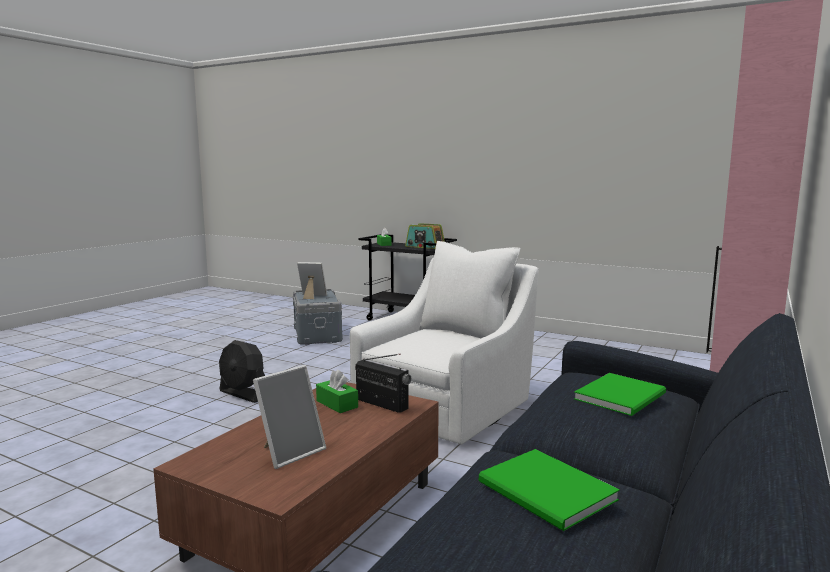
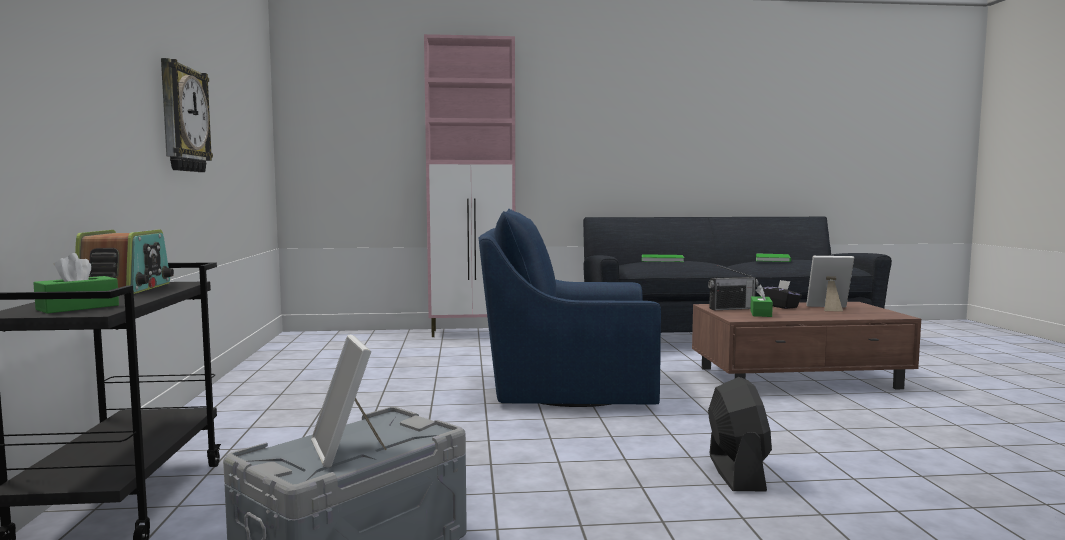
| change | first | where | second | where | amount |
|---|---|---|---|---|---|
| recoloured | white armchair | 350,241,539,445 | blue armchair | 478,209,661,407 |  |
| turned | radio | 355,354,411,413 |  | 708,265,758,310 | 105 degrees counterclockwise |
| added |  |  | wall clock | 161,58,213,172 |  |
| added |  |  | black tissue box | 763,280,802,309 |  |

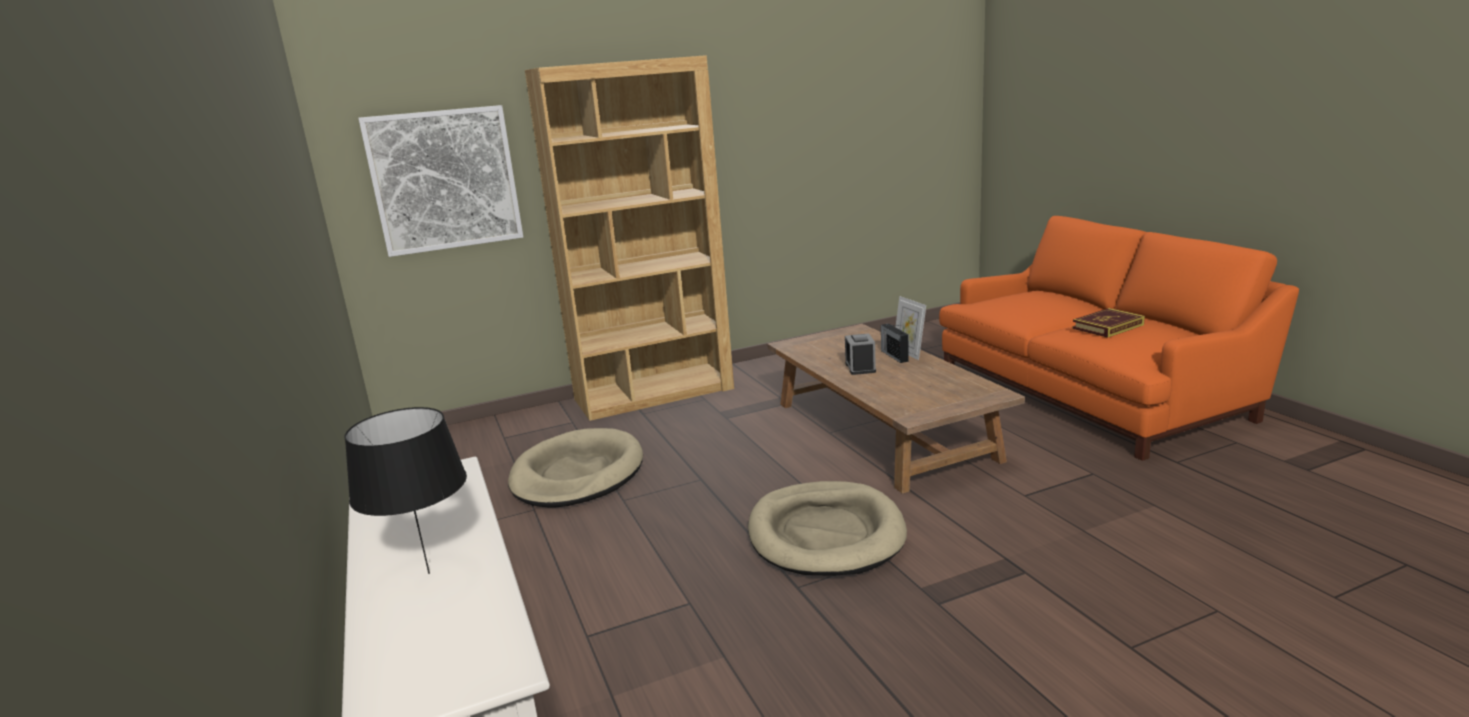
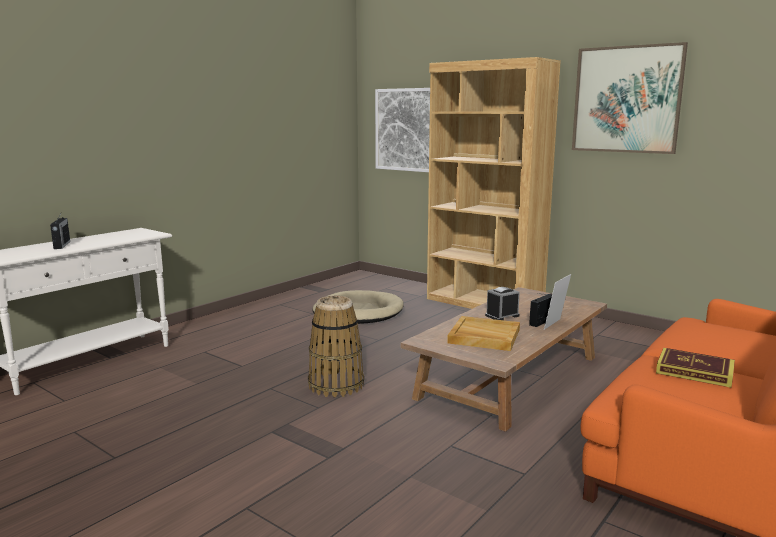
| change | first | where | second | where | amount |
|---|---|---|---|---|---|
| replaced | black table lamp | 344,407,467,574 | radio | 50,214,70,249 |  |
| replaced | beige dog bed | 748,481,907,576 | basket | 308,295,364,398 |  |
| added |  |  | picture | 572,42,688,154 |  |
| added |  |  | beige tray | 447,316,520,351 |  |

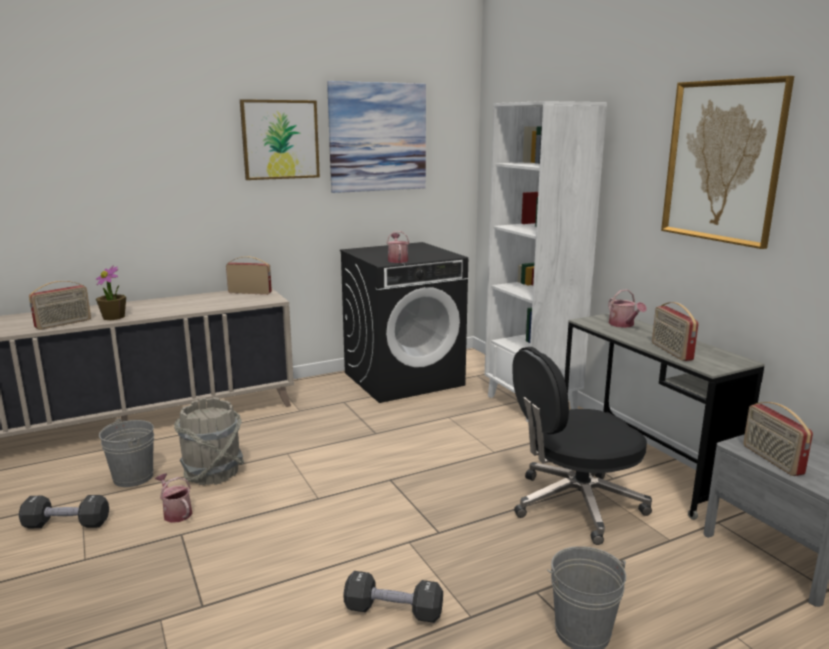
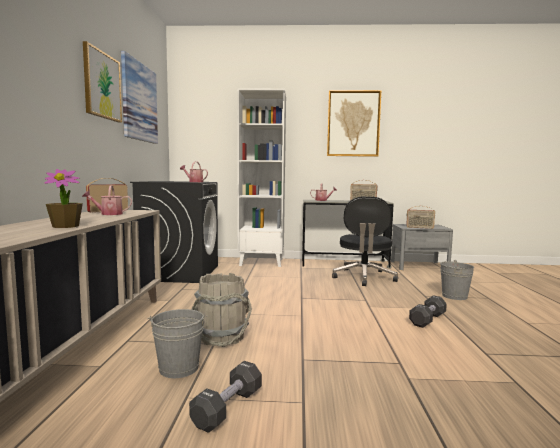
| change | first | where | second | where | amount |
|---|---|---|---|---|---|
| removed | radio | 29,281,91,330 |  |  |  |
| moved | watering can | 155,473,193,523 |  | 82,185,132,215 |  |

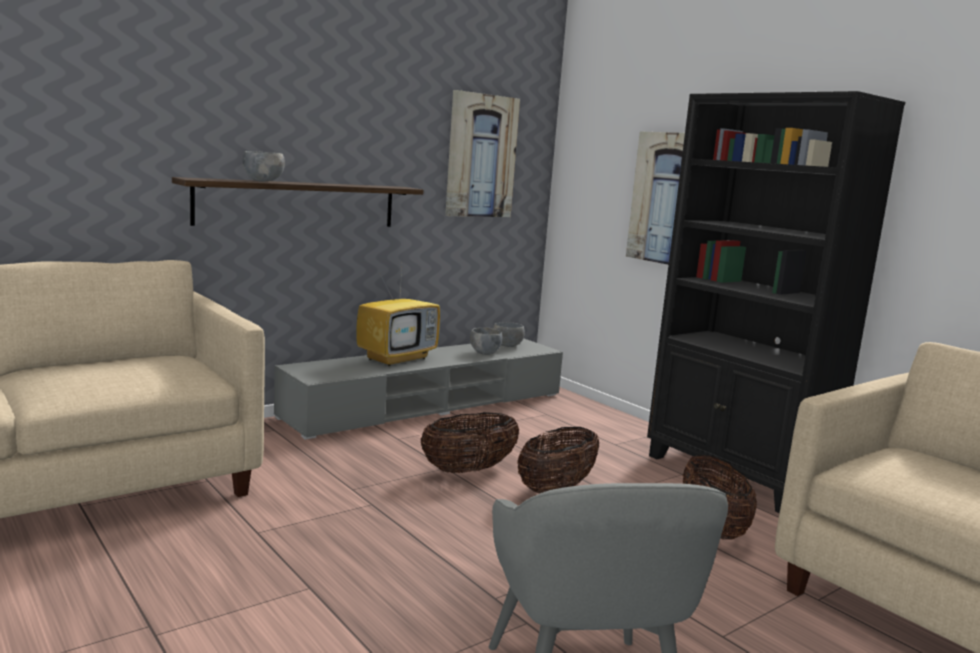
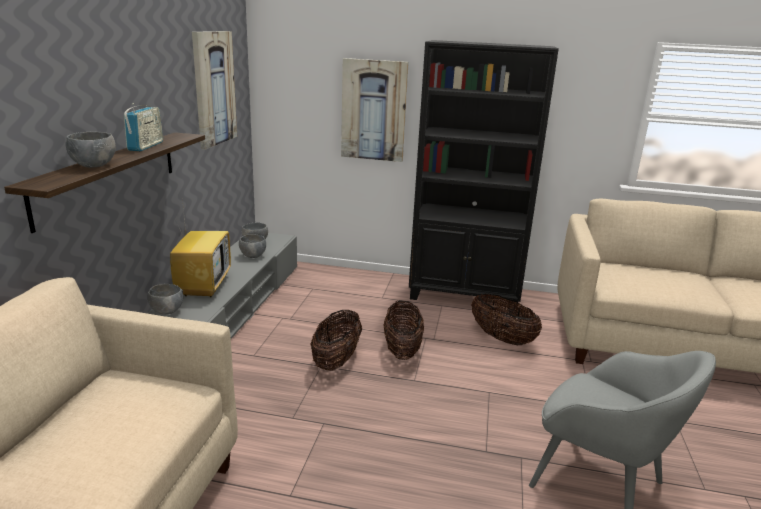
| change | first | where | second | where | amount |
|---|---|---|---|---|---|
| added |  |  | radio | 124,103,163,151 |  |
| added |  |  | grey bowl | 147,284,183,314 |  |

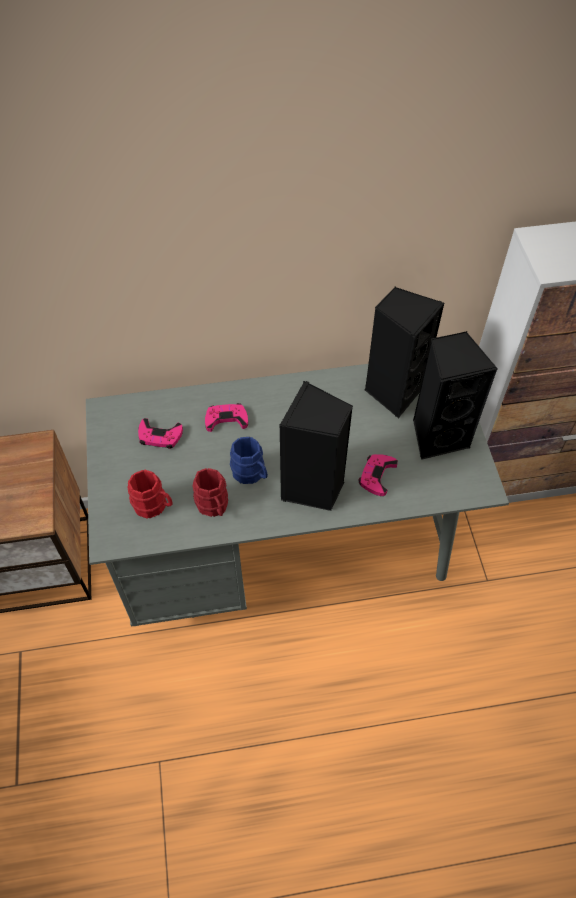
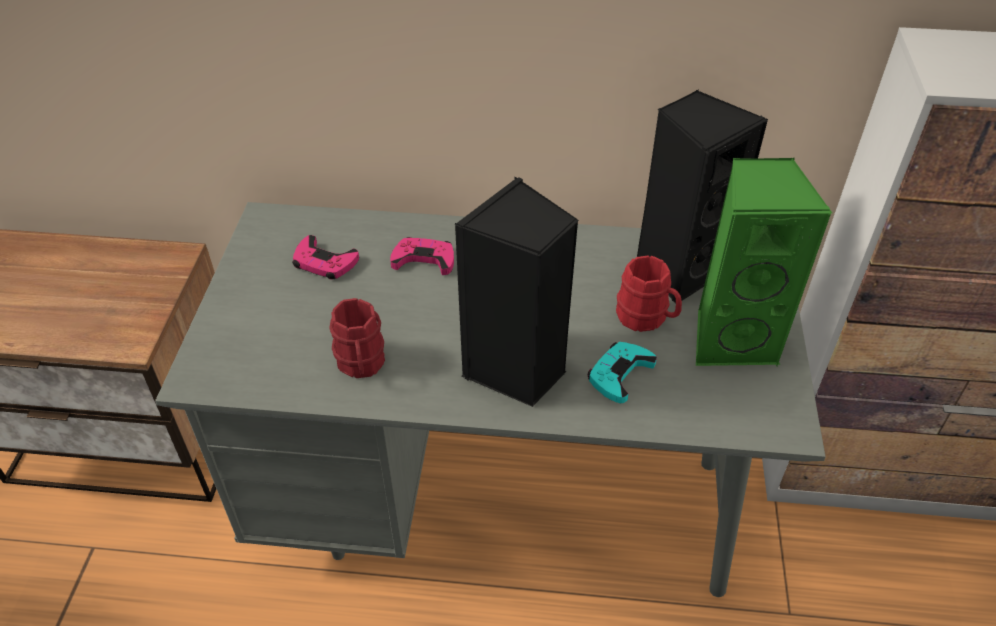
| change | first | where | second | where | amount |
|---|---|---|---|---|---|
| recoloured | black speaker | 413,331,498,460 | green speaker | 696,158,832,366 |  |
| removed | blue mug | 230,437,268,484 |  |  |  |
| recoloured | pink game controller | 359,454,398,496 | turquoise game controller | 588,342,657,403 |  |
| moved | red mug | 128,470,172,519 |  | 616,255,682,332 |  |

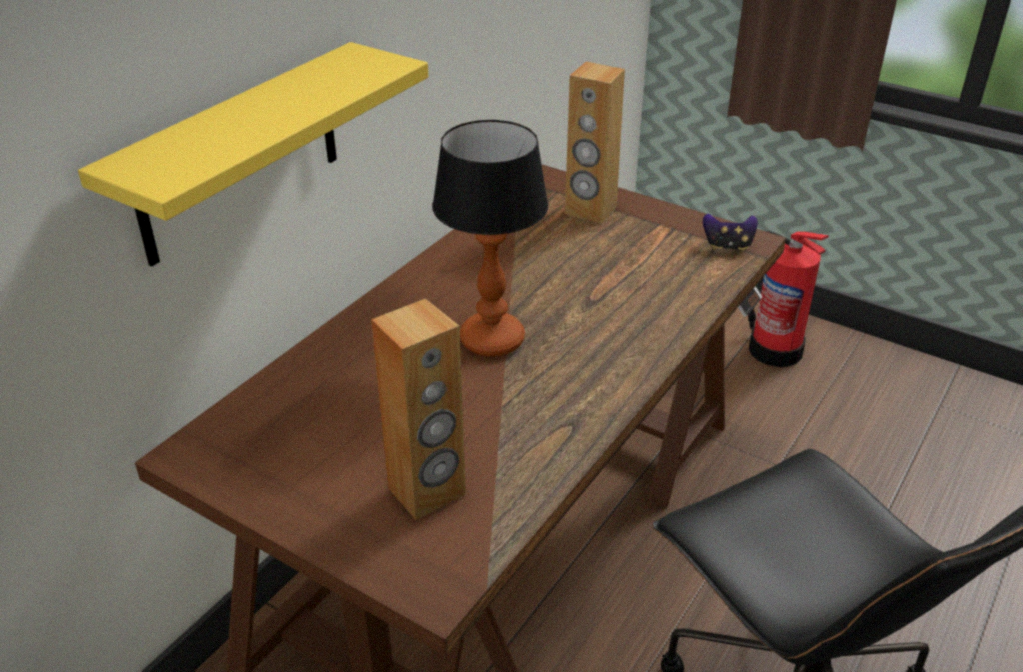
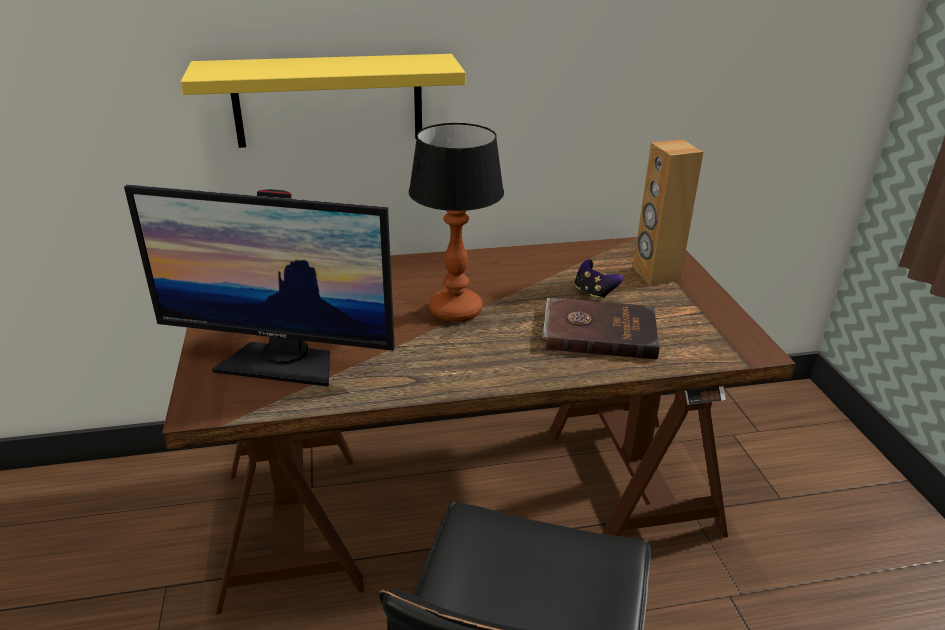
| change | first | where | second | where | amount |
|---|---|---|---|---|---|
| moved | game controller | 703,214,758,251 |  | 575,259,623,301 |  |
| removed | fire extinguisher | 748,231,829,367 |  |  |  |
| replaced | brown speaker | 371,299,466,520 | monitor | 124,185,395,387 |  |
| added |  |  | brown book | 542,298,660,360 |  |

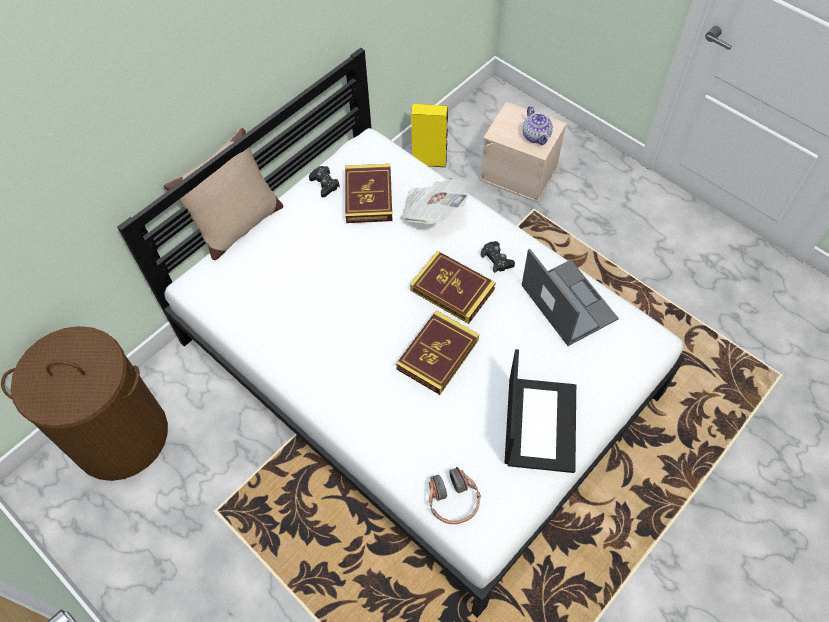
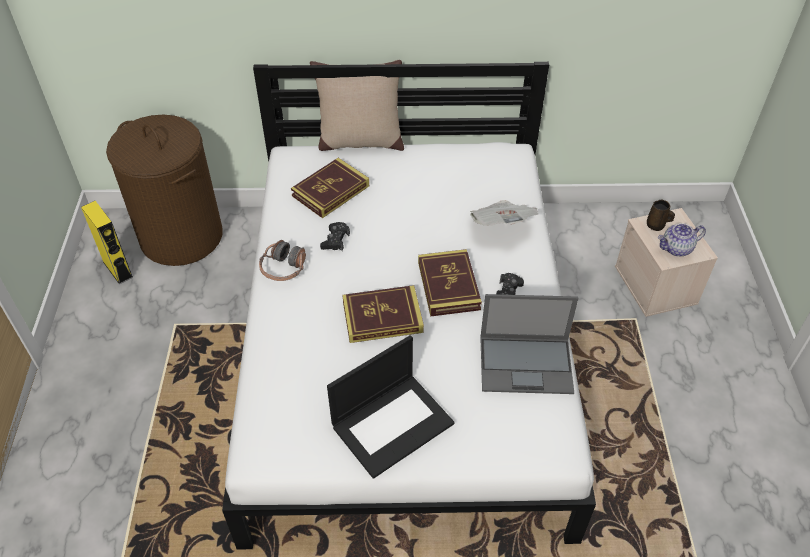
| change | first | where | second | where | amount |
|---|---|---|---|---|---|
| moved | yellow speaker | 411,104,448,167 |  | 81,201,133,284 |  |
| turned | teapot | 523,106,553,145 |  | 658,223,706,257 | 45 degrees clockwise |
| moved | book | 345,164,393,223 |  | 291,158,369,218 |  |
| moved | black game controller | 309,166,340,198 |  | 320,222,350,251 |  |
| turned | laptop | 522,249,619,346 |  | 480,294,578,394 | 75 degrees clockwise |
| moved | headphones | 429,467,481,524 |  | 259,240,306,281 |  |
| added |  |  | brown mug | 647,199,675,231 |  |

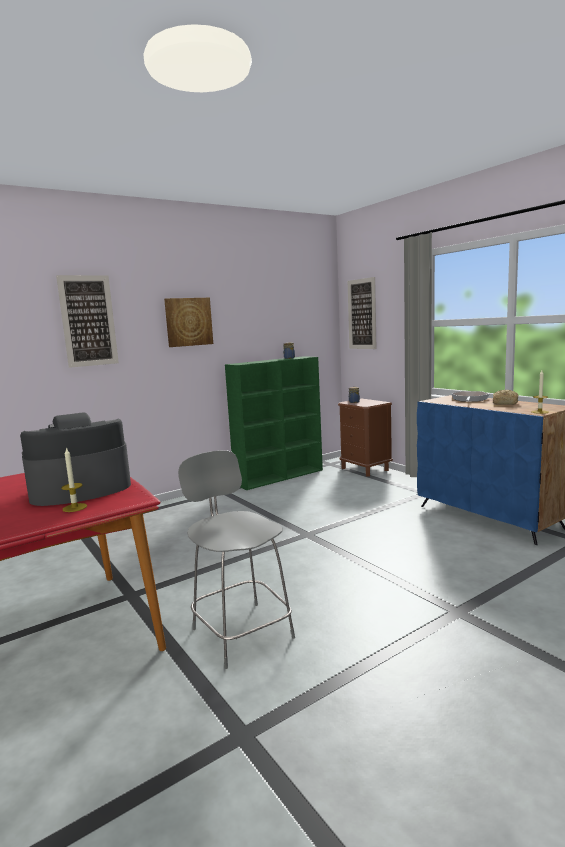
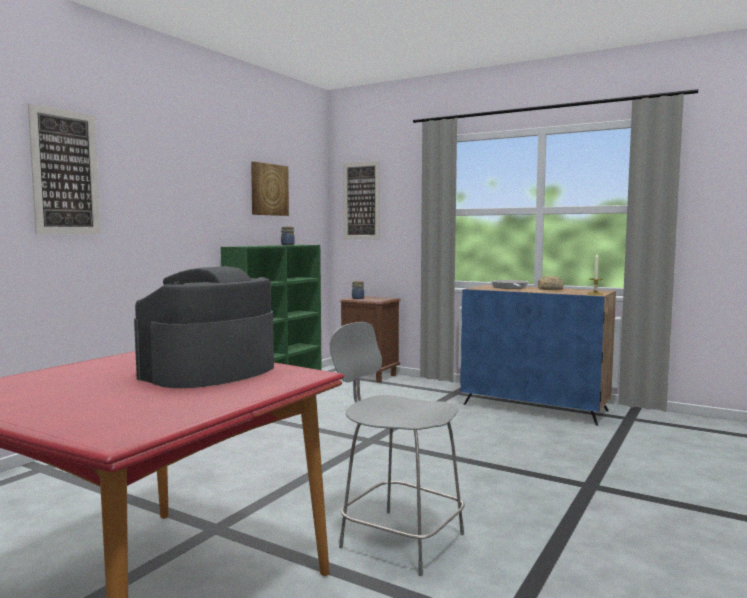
| change | first | where | second | where | amount |
|---|---|---|---|---|---|
| moved | picture | 164,298,213,347 |  | 251,162,289,216 |  |
| removed | candle | 61,447,87,512 |  |  |  |

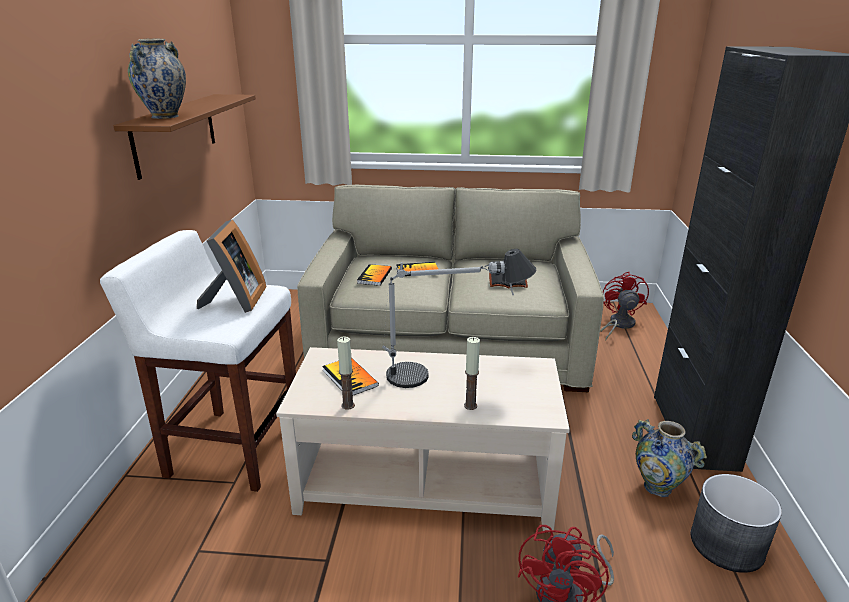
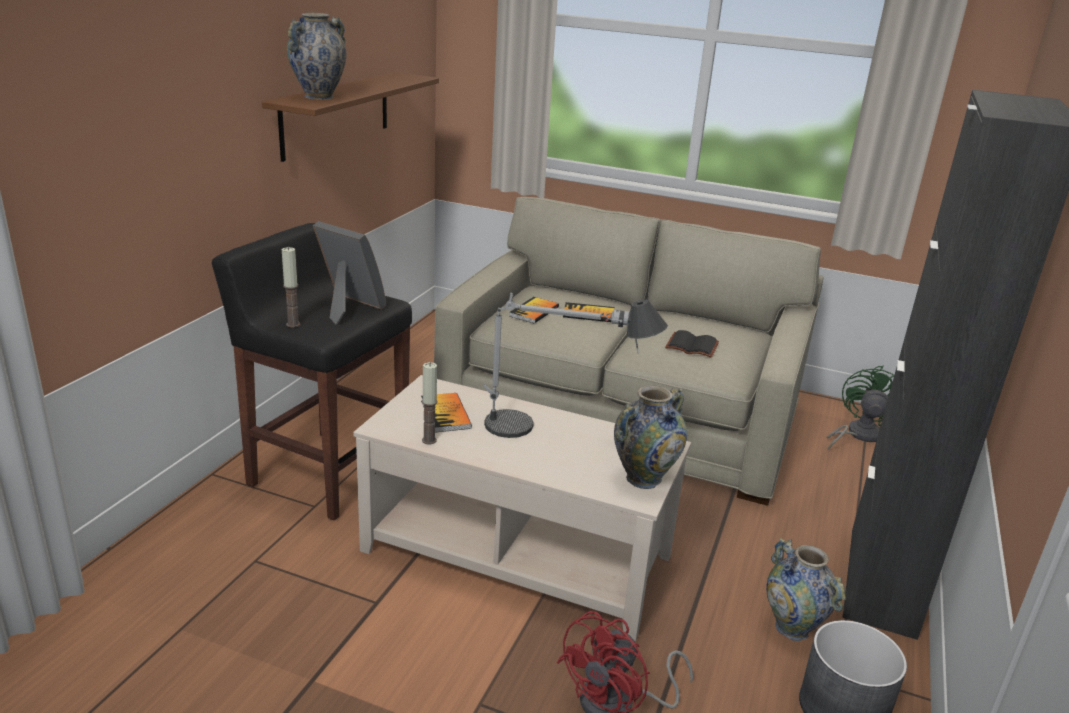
| change | first | where | second | where | amount |
|---|---|---|---|---|---|
| turned | picture frame | 197,219,267,313 |  | 313,221,386,324 | 75 degrees counterclockwise |
| recoloured | white stool | 100,230,296,492 | black stool | 212,223,412,521 |  |
| recoloured | red fan | 600,272,649,341 | green fan | 826,366,894,450 |  |
| moved | candle | 464,337,480,410 |  | 282,247,301,328 |  |
| added |  |  | vase | 614,385,687,489 |  |

